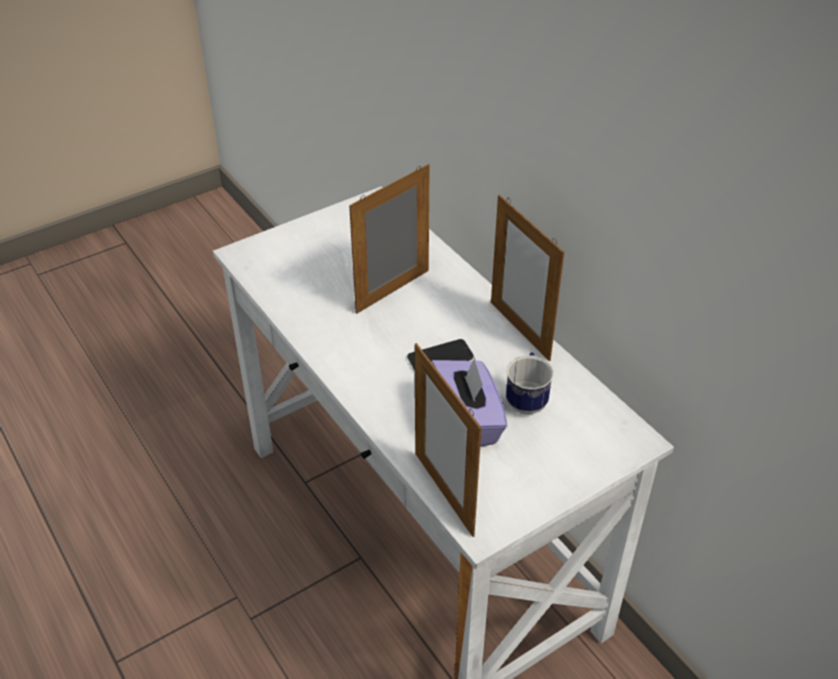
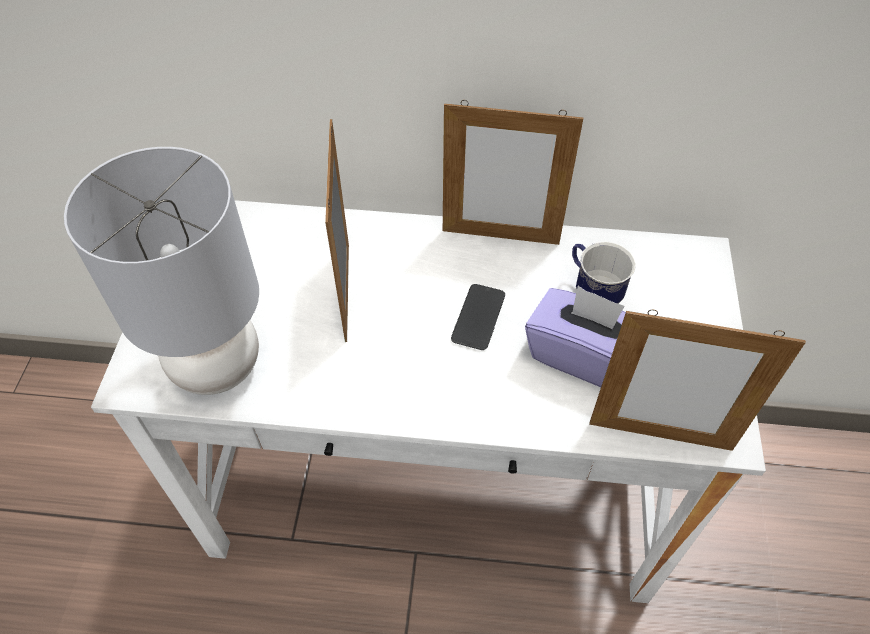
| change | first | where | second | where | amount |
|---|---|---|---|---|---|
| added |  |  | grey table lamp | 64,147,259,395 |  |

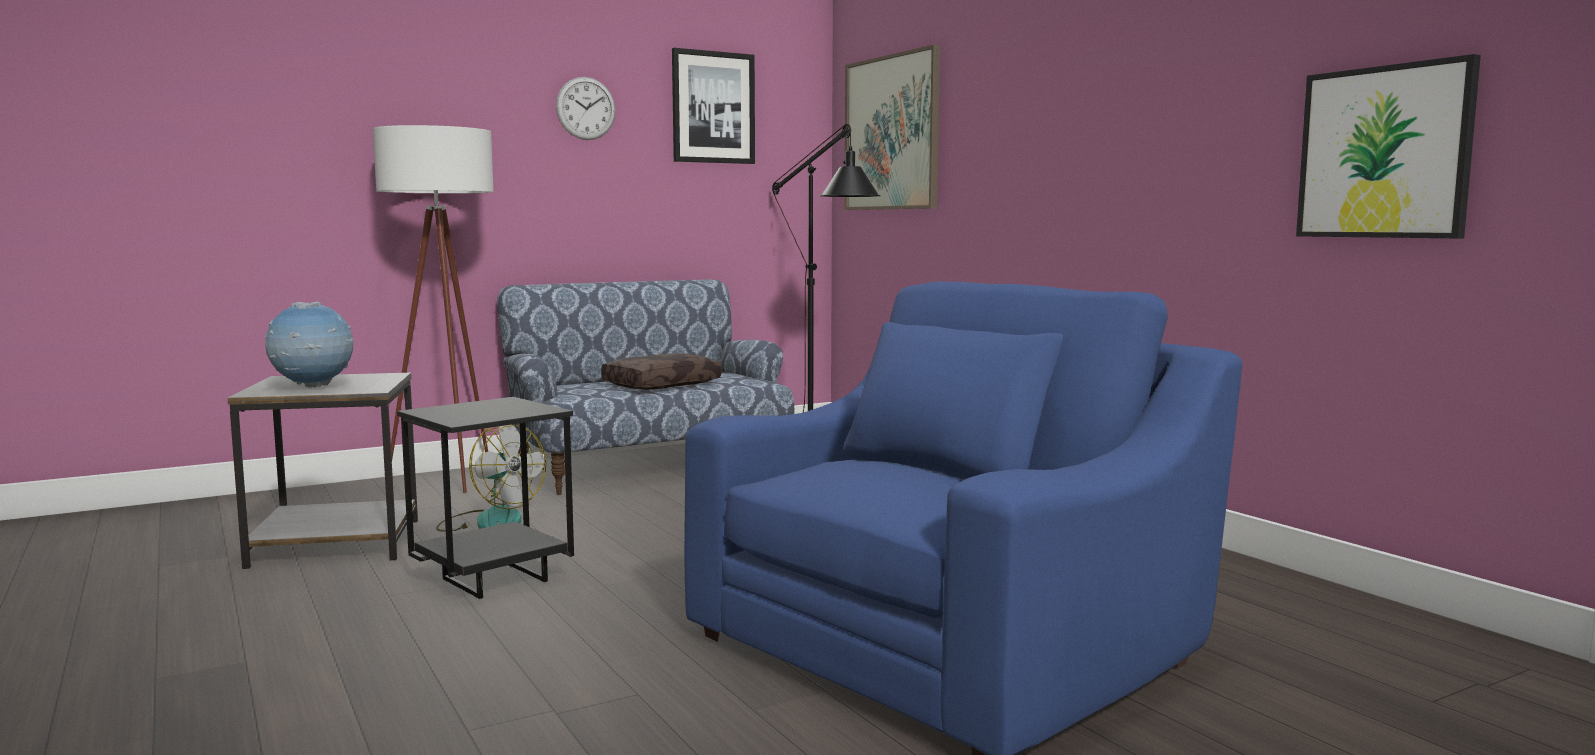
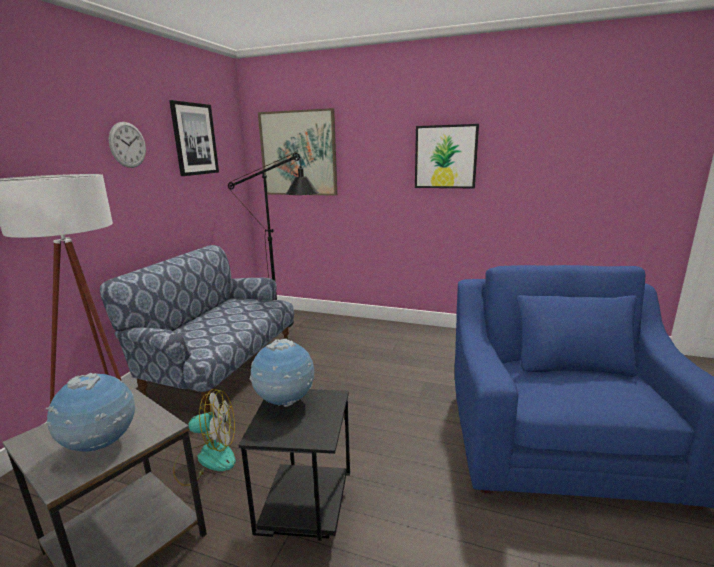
| change | first | where | second | where | amount |
|---|---|---|---|---|---|
| moved | picture | 1296,54,1481,238 |  | 415,124,479,188 |  |
| removed | brown pillow | 601,353,722,390 |  |  |  |
| added |  |  | globe | 250,339,314,407 |  |

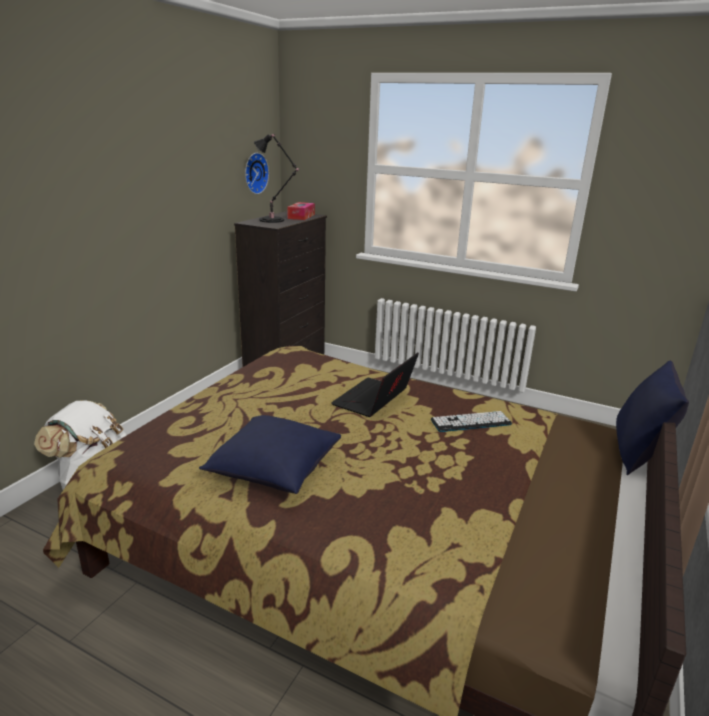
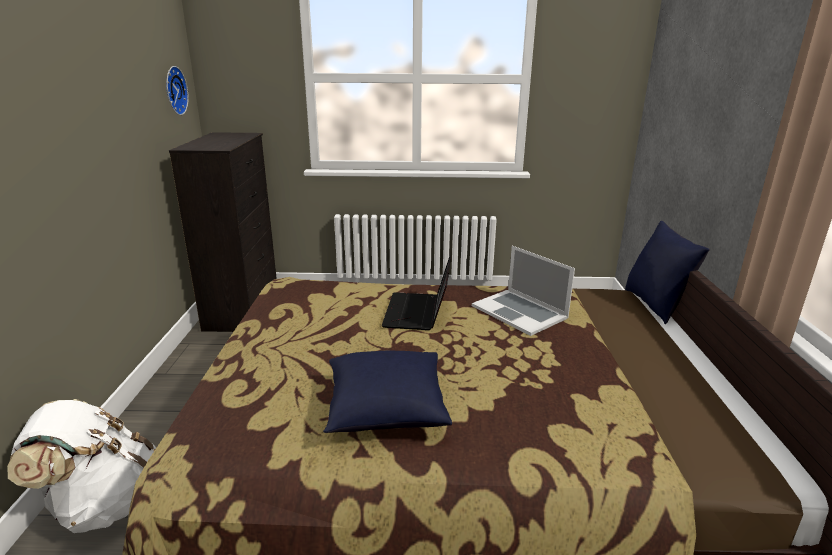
| change | first | where | second | where | amount |
|---|---|---|---|---|---|
| removed | black table lamp | 254,134,300,223 |  |  |  |
| removed | tissue box | 287,202,315,220 |  |  |  |
| replaced | keyboard | 431,411,512,432 | laptop | 472,246,575,336 |  |

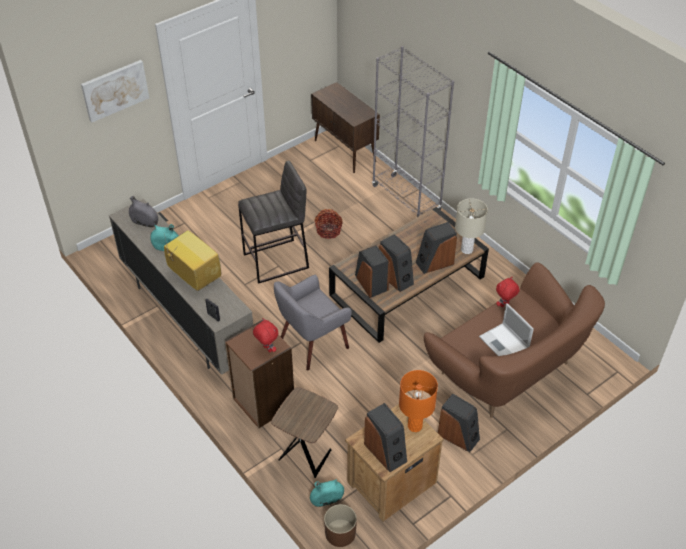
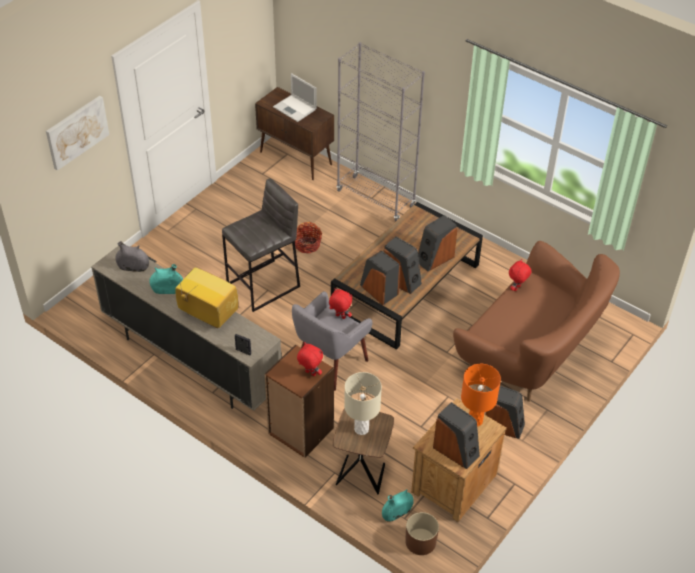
| change | first | where | second | where | amount |
|---|---|---|---|---|---|
| moved | beige table lamp | 455,198,488,254 |  | 344,372,382,435 |  |
| moved | laptop | 479,303,534,356 |  | 273,73,317,122 |  |
| added |  |  | red plush toy | 329,288,352,319 |  |

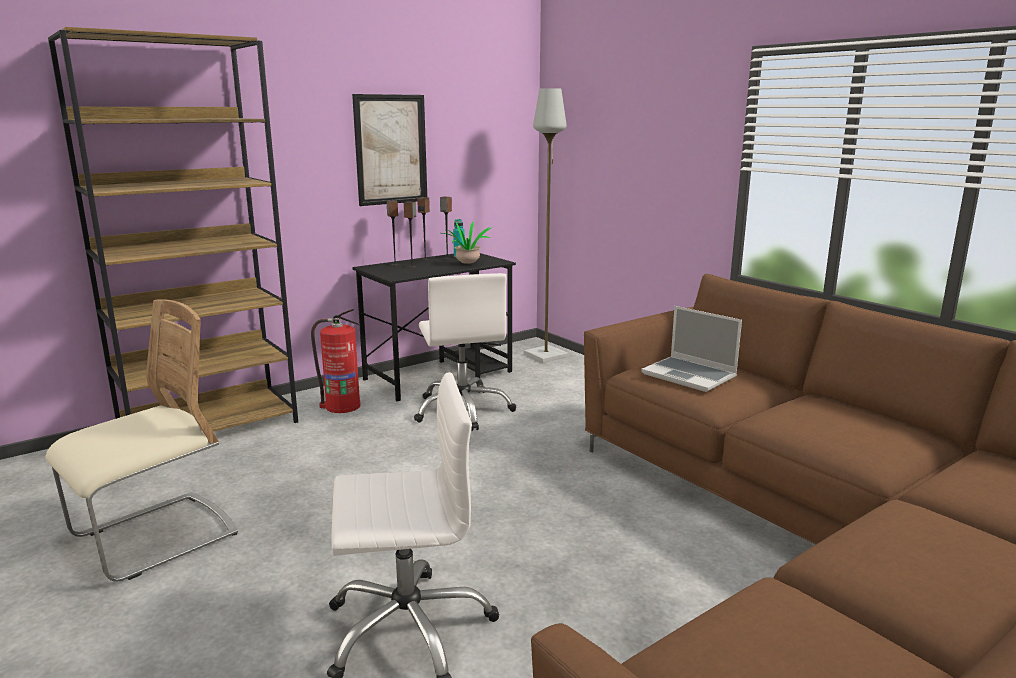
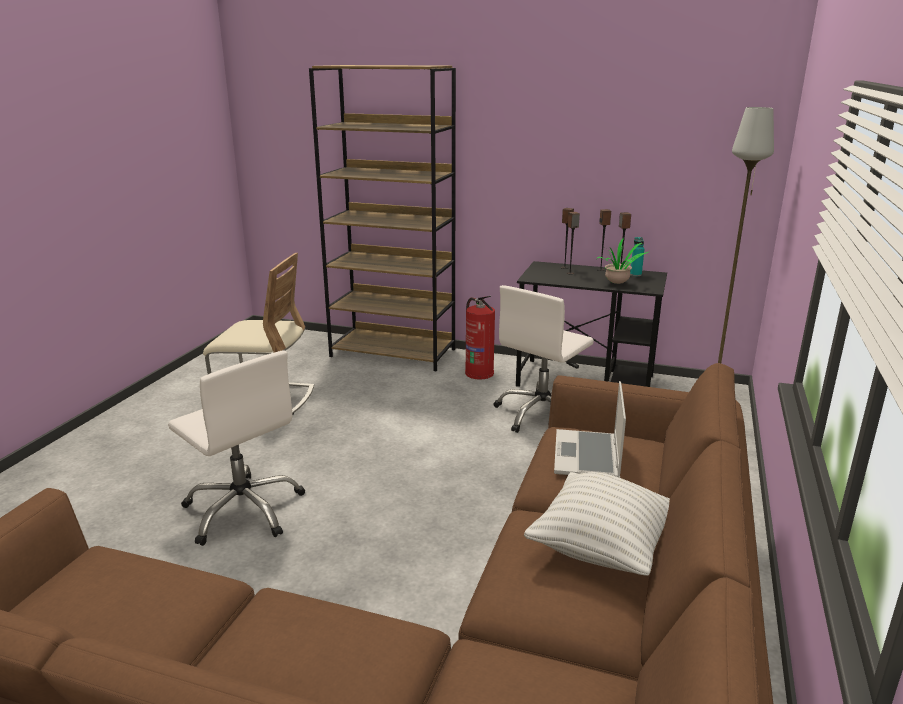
| change | first | where | second | where | amount |
|---|---|---|---|---|---|
| removed | picture | 352,94,427,206 |  |  |  |
| added |  |  | white pillow | 524,472,670,576 |  |

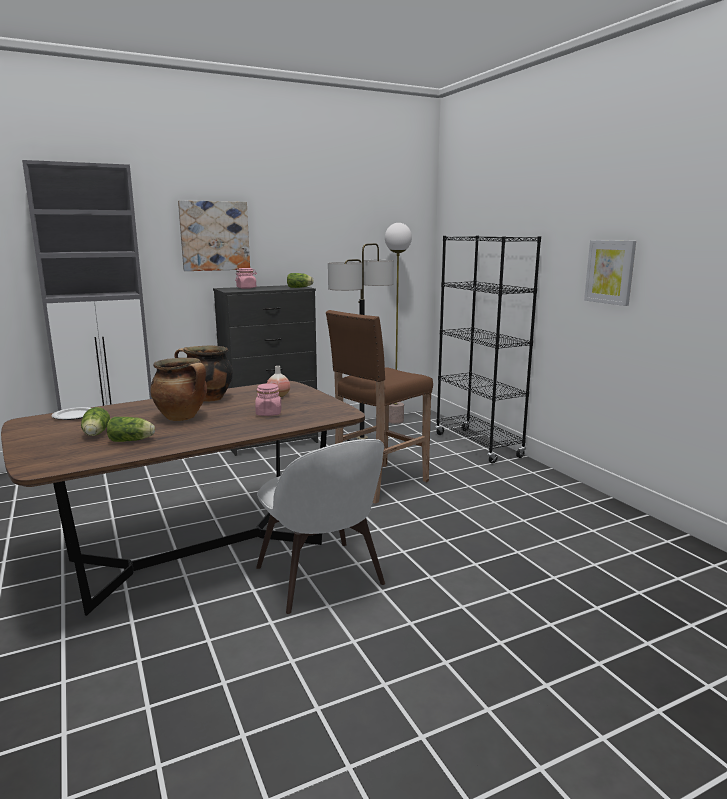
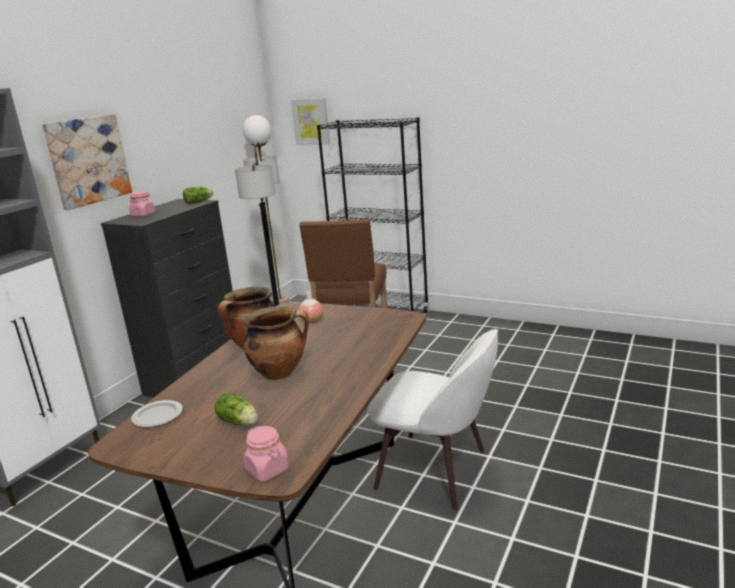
| change | first | where | second | where | amount |
|---|---|---|---|---|---|
| moved | picture | 584,240,636,306 |  | 291,98,330,145 |  |
| moved | pink jar | 255,383,281,416 |  | 243,426,289,481 |  |
| removed | lettuce | 107,417,155,442 |  |  |  |

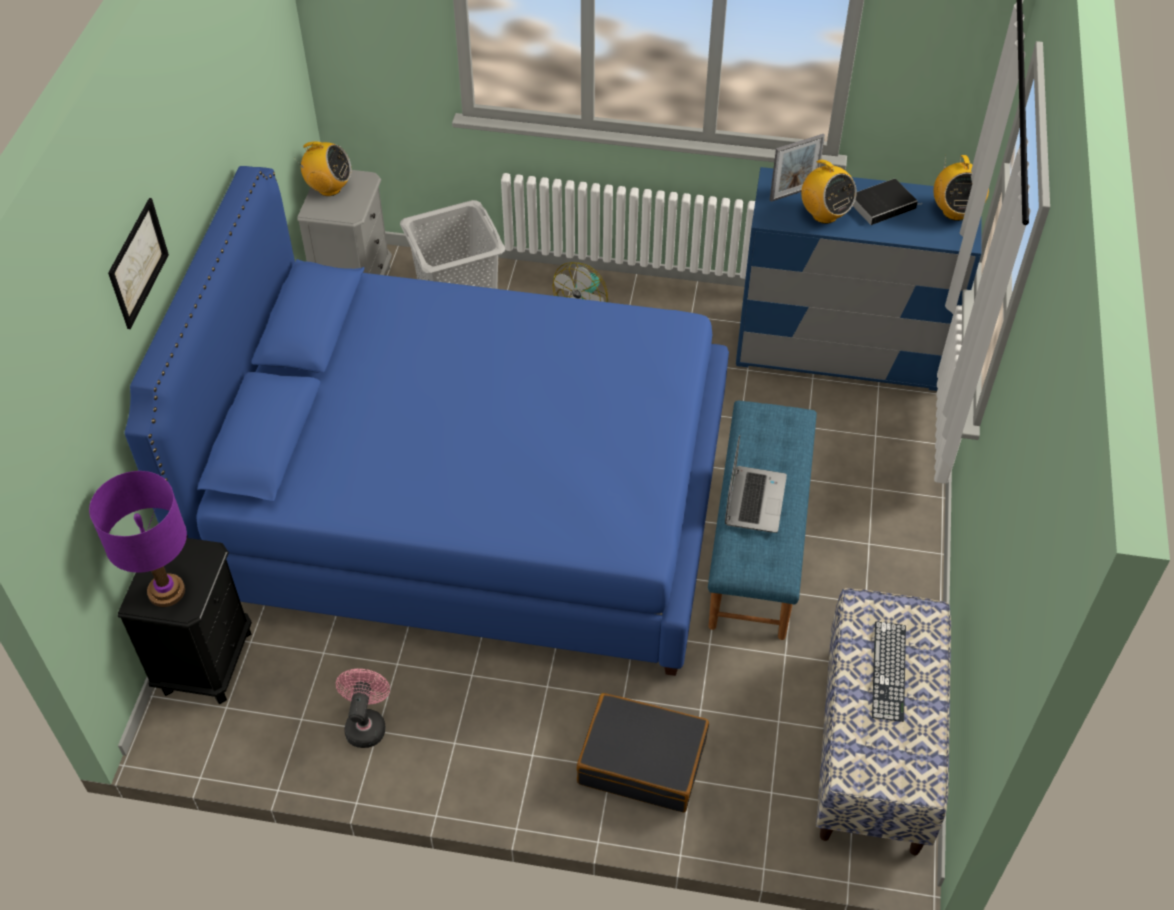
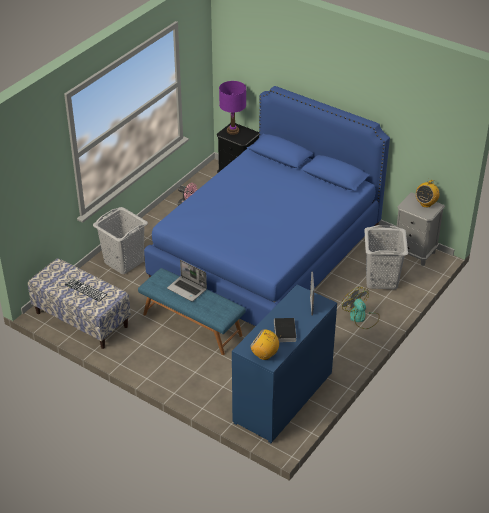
| change | first | where | second | where | amount |
|---|---|---|---|---|---|
| removed | radio | 801,160,857,224 |  |  |  |
| removed | picture | 108,198,169,329 |  |  |  |
| replaced | black suitcase | 576,693,709,812 | grey laundry basket | 93,207,148,274 |  |

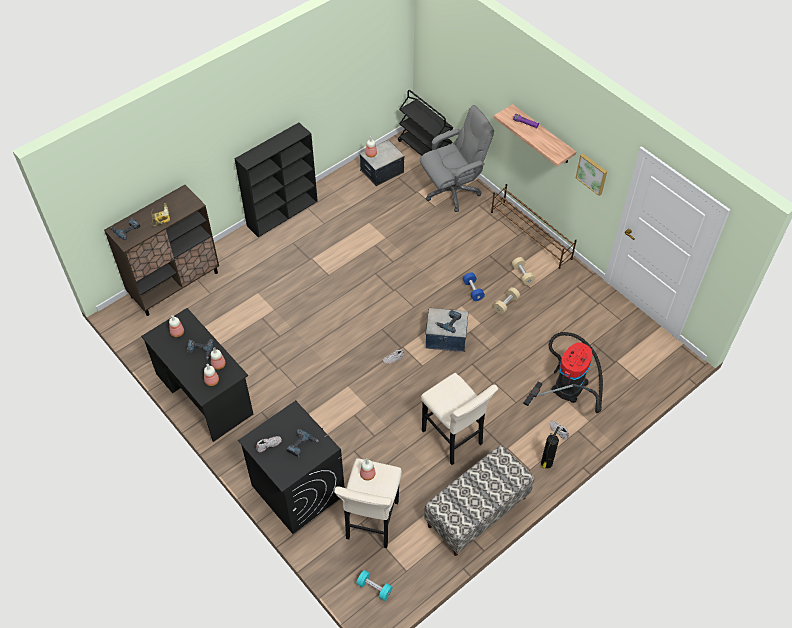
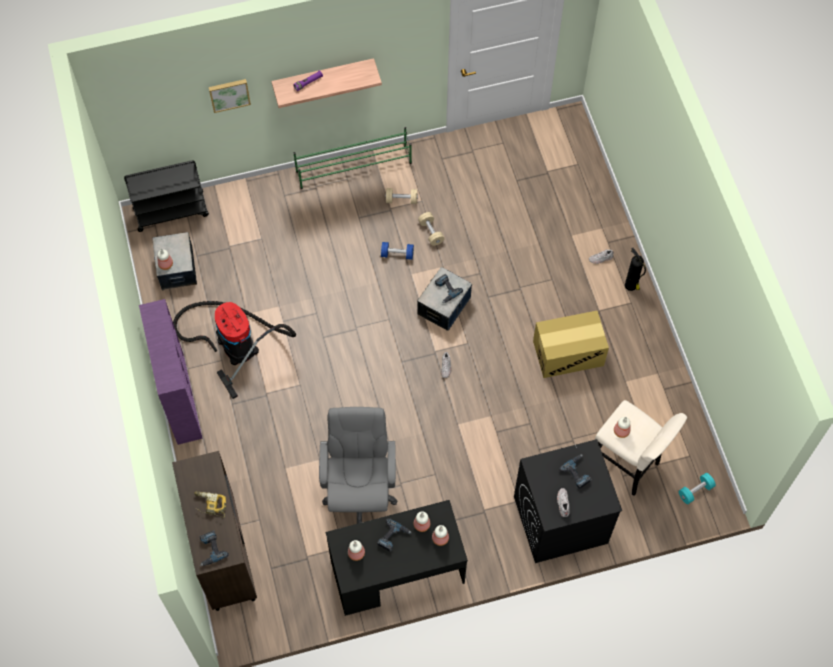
| change | first | where | second | where | amount |
|---|---|---|---|---|---|
| moved | grey office chair | 420,105,494,212 |  | 319,407,397,524 |  |
| recoloured | black bookcase | 235,123,318,237 | purple bookcase | 139,299,203,445 |  |
| moved | picture | 576,154,607,196 |  | 209,79,251,113 |  |
| recoloured | brown shoe rack | 491,184,577,269 | green shoe rack | 294,127,412,189 |  |
| moved | vacuum cleaner | 523,332,603,413 |  | 173,301,296,399 |  |
| replaced | beige stool | 421,373,498,465 | cardboard box | 533,311,609,378 |  |
| removed | bench | 424,445,534,556 |  |  |  |

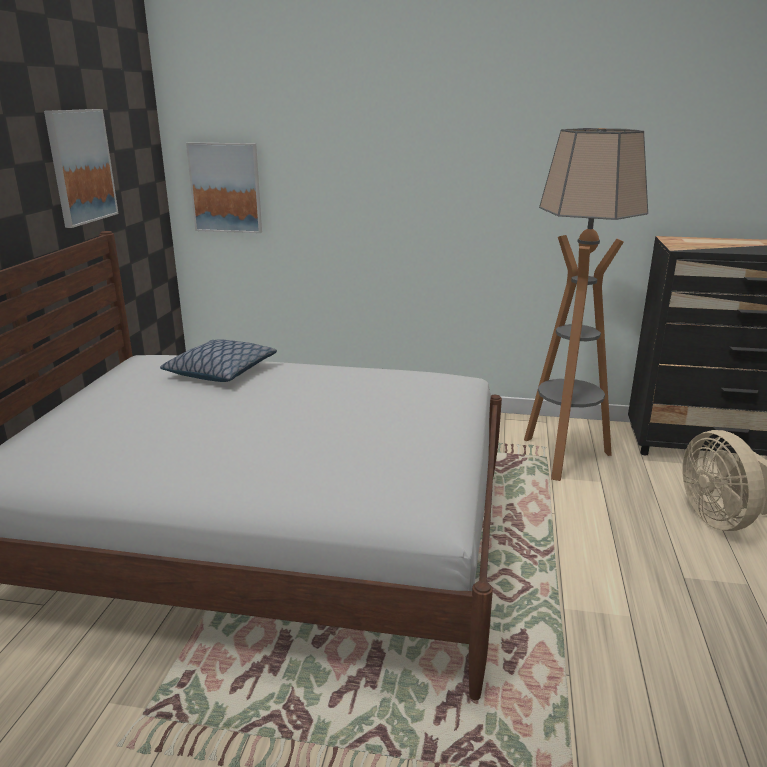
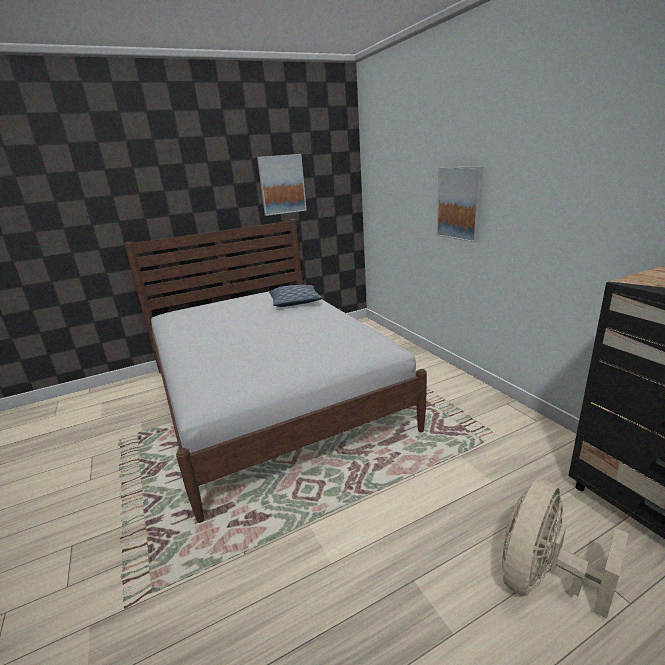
| change | first | where | second | where | amount |
|---|---|---|---|---|---|
| removed | floor lamp | 524,128,648,481 |  |  |  |
| moved | picture | 186,143,262,233 |  | 437,166,483,243 |  |

